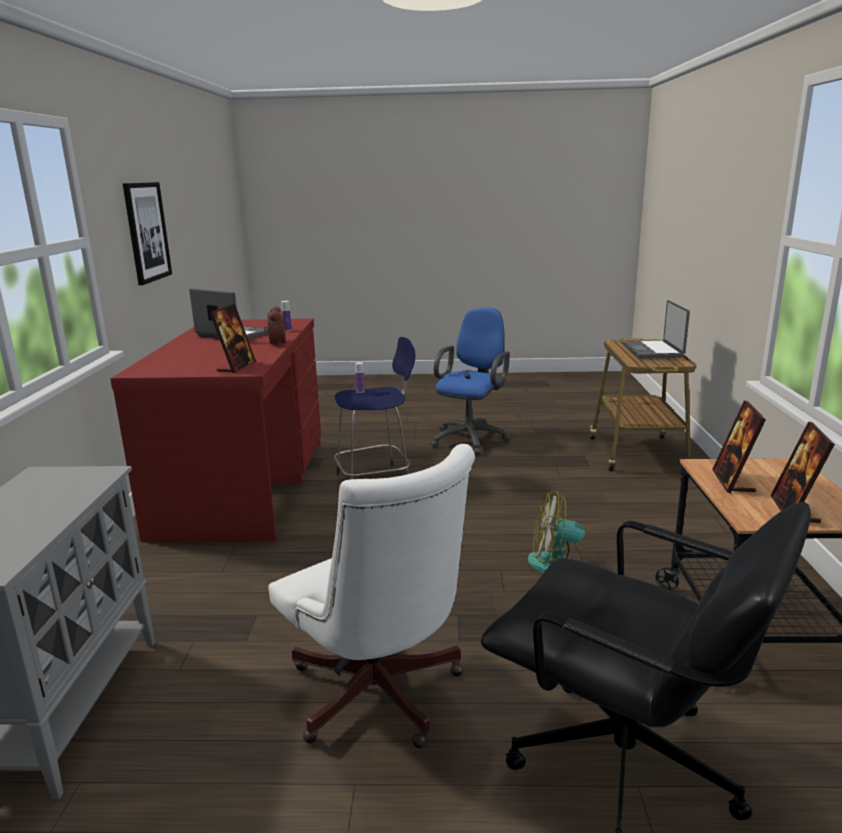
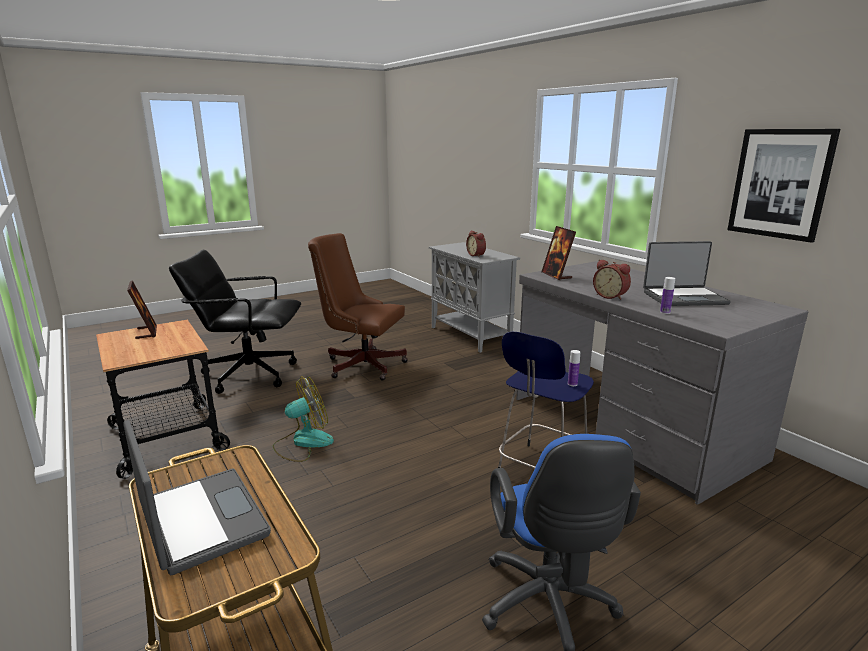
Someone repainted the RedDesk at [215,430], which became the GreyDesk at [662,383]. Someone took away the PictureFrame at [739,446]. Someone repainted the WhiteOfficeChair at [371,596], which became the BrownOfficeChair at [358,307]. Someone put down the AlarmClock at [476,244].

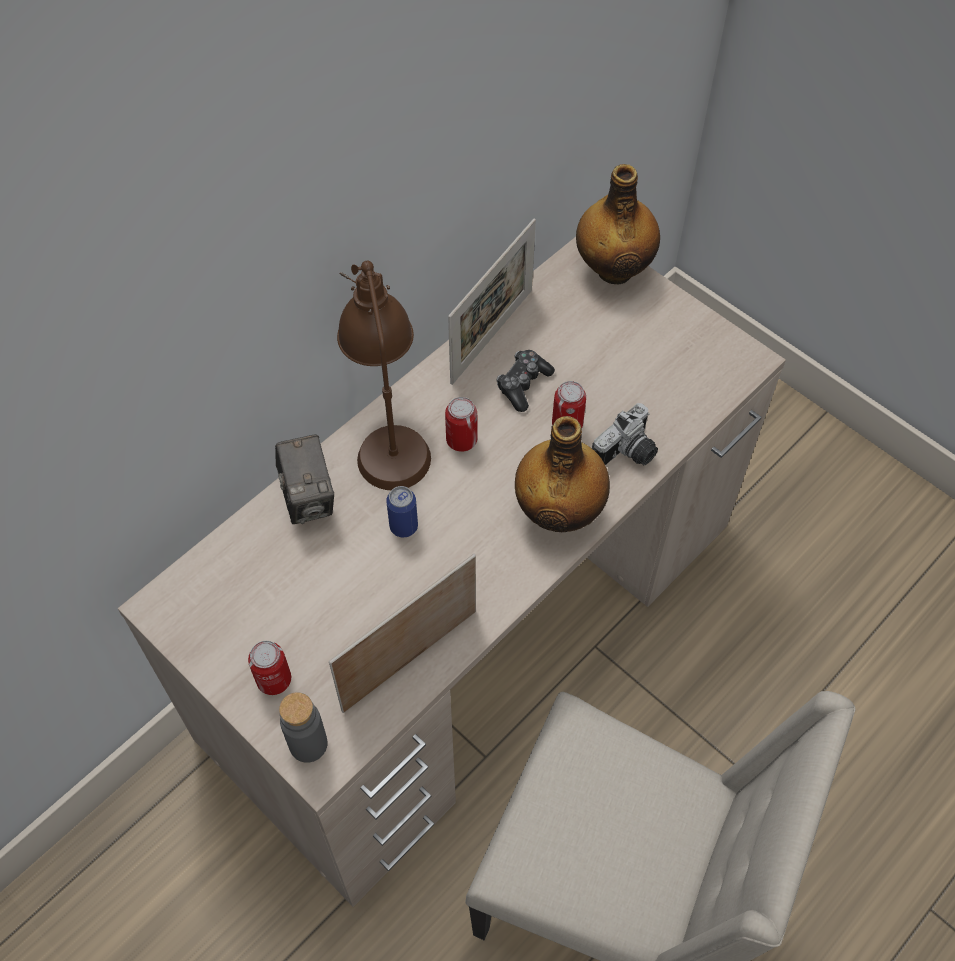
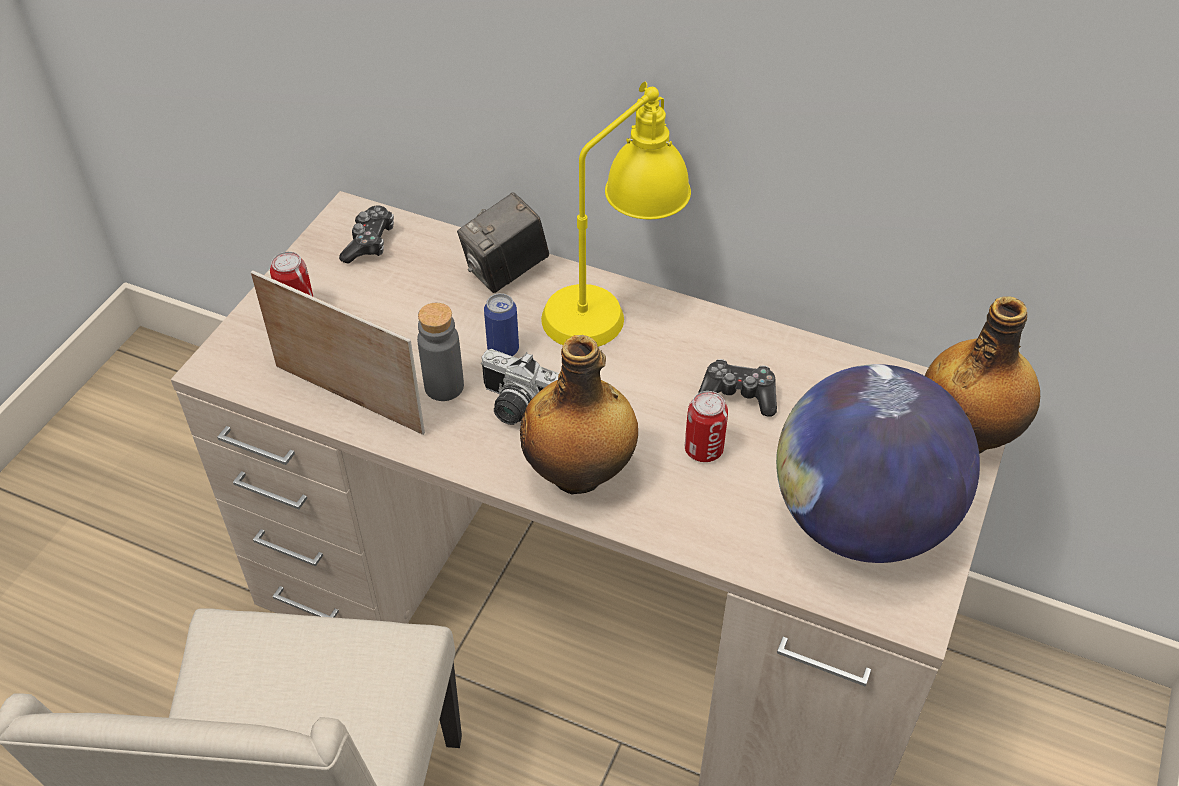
Someone took away the PictureFrame at [492,302]. Someone repainted the BrownTableLamp at [384,375], which became the YellowTableLamp at [616,214]. Someone took away the Can at [461,424]. Someone carried the PhotoCamera from [625,434] to [520,387]. Someone carried the GreyBottle from [303,727] to [440,352]. Someone put down the GameController at [366,235]. Someone put down the Globe at [878,463].

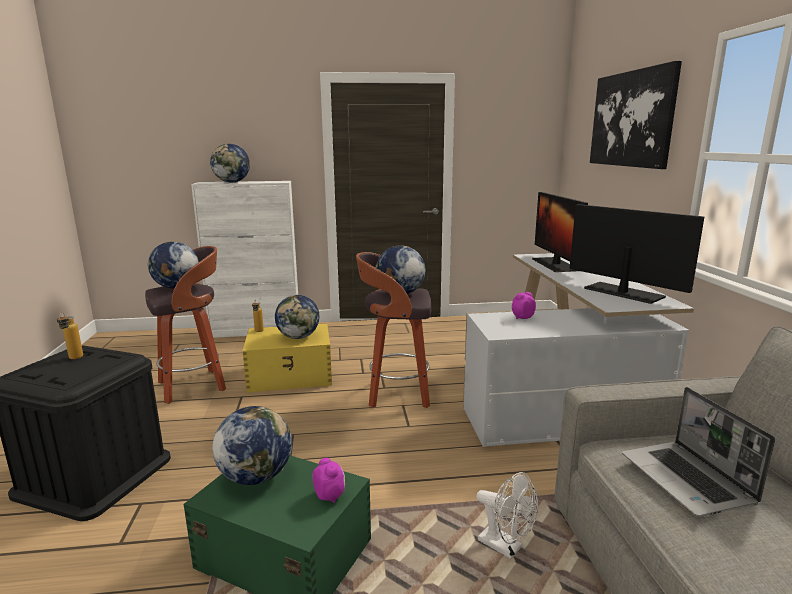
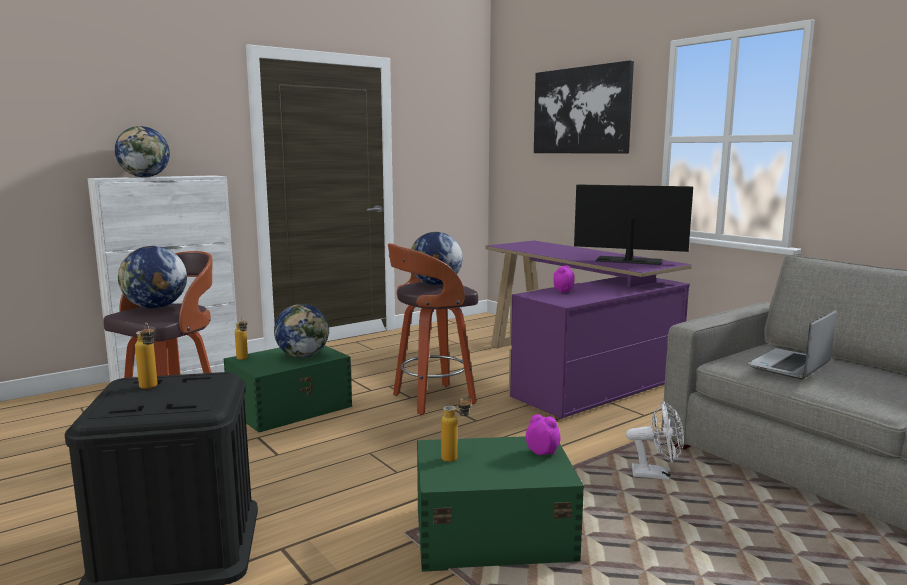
Someone took away the Monitor at [560,232]. Someone repainted the WhiteDesk at [578,350], which became the PurpleDesk at [588,330]. Someone repainted the YellowStorageBox at [287,358], which became the GreenStorageBox at [288,389]. Someone rotated the Laptop at [698,452] by 90 degrees clockwise. Someone swapped the Globe at [252,445] for the Bottle at [456,429].

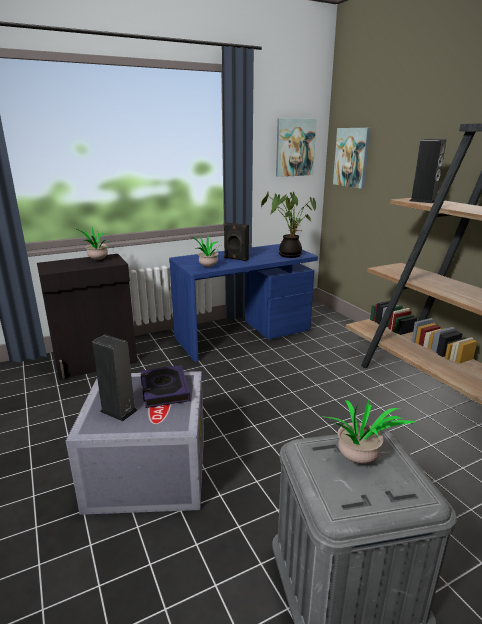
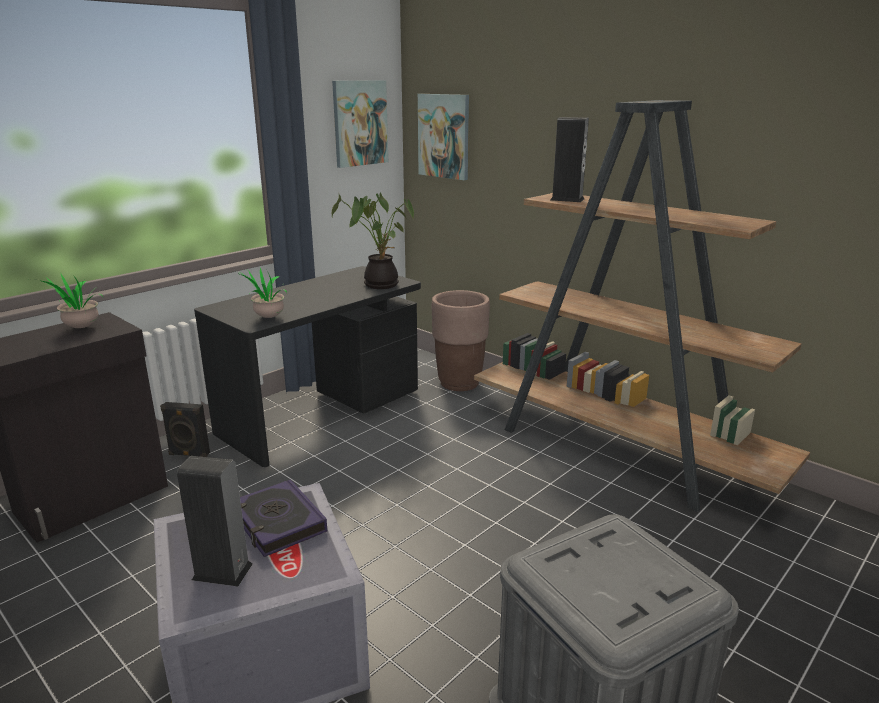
Someone carried the BlackSpeaker from [236,242] to [185,429]. Someone repainted the BlueDesk at [243,303], which became the BlackDesk at [307,366]. Someone took away the PottedPlant at [369,432]. Someone put down the BrownPlanter at [461,340].

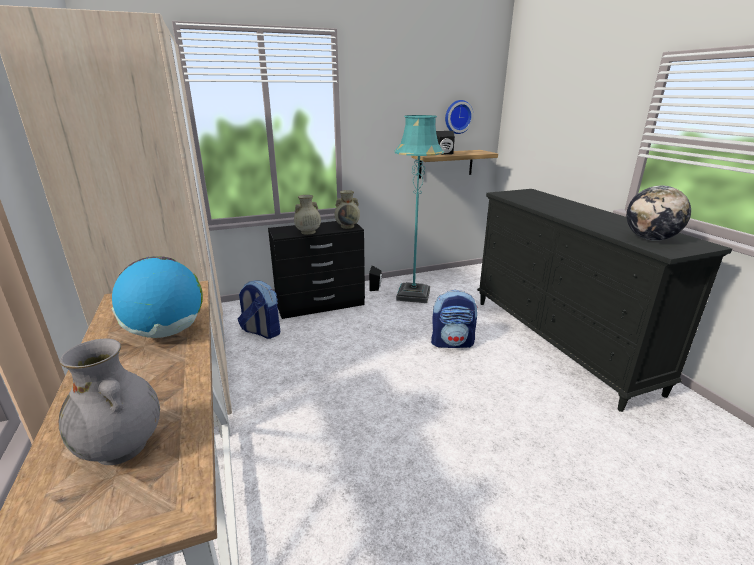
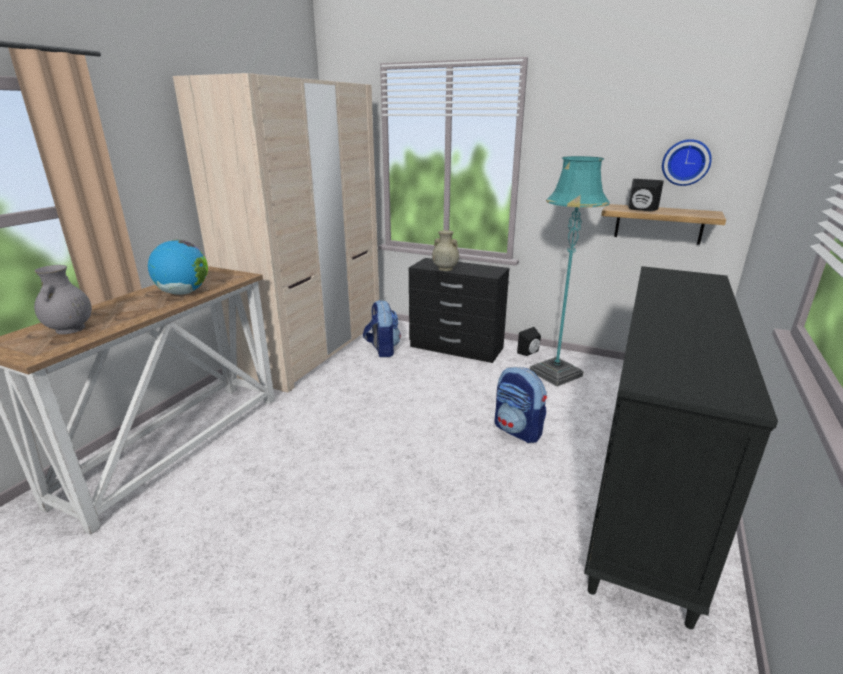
Someone took away the Globe at [658,213]. Someone took away the BeigeVase at [347,209].

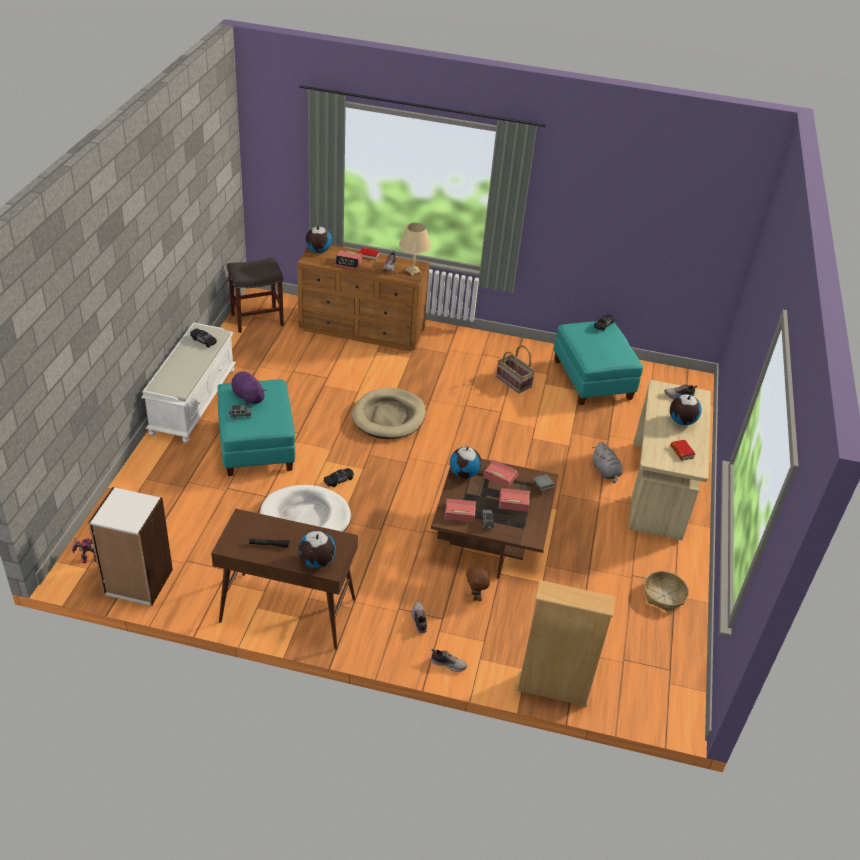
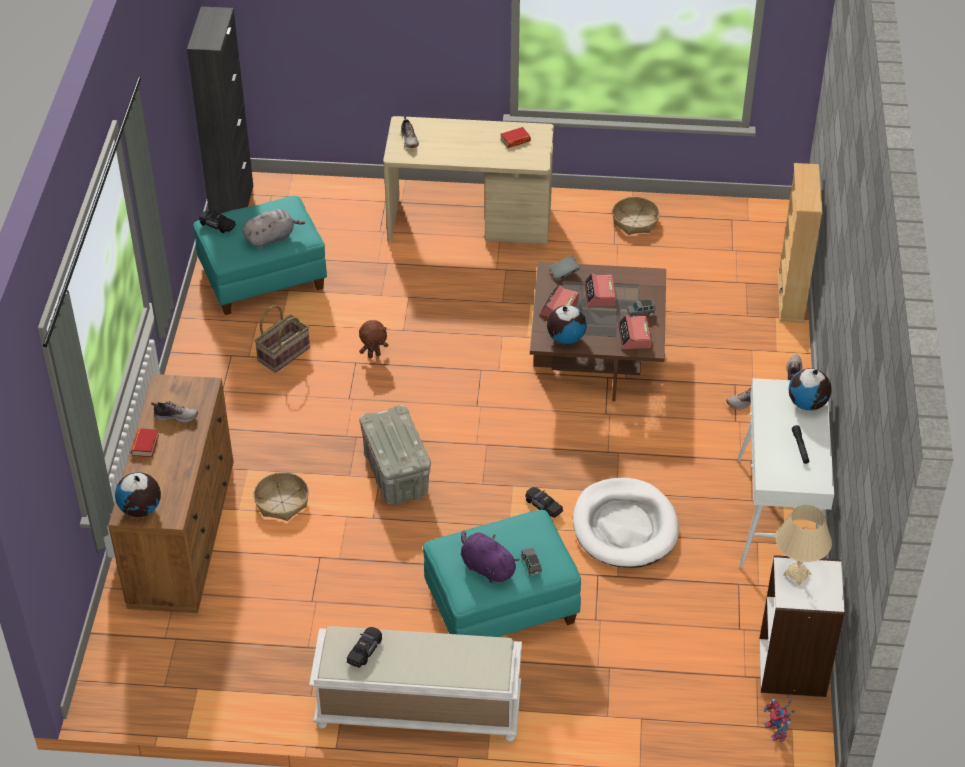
Someone carried the BeigeTableLamp from [415,249] to [804,545]. Someone took away the AlarmClock at [349,260]. Someone took away the GreyStool at [255,295]. Someone rotated the PurplePlushToy at [248,388] by 90 degrees clockwise. Someone swapped the BeigeDogBed at [389,413] for the GreyStorageBox at [395,454]. Someone took away the Globe at [686,409]. Someone carried the GreyPlushToy from [607,462] to [274,228]. Someone repainted the BrownConsoleTable at [284,579], which became the WhiteConsoleTable at [785,473]. Someone carried the BrownPlushToy from [478,583] to [373,339]. Someone put down the BlackCabinet at [220,110]. Someone put down the Basket at [281,496].

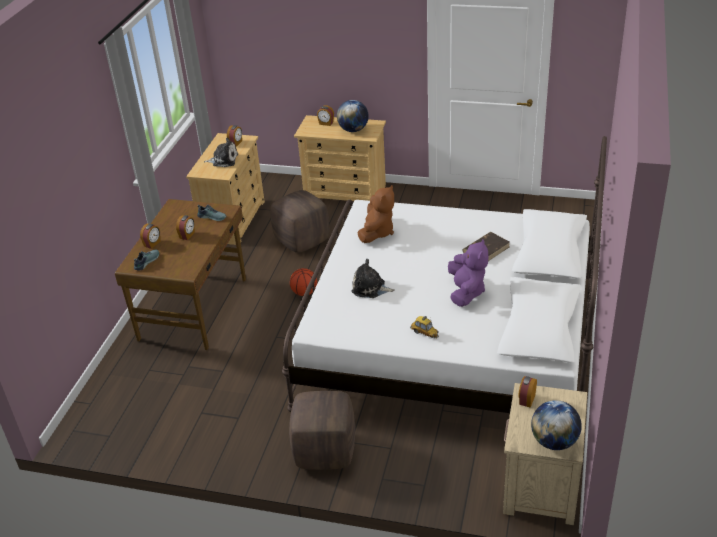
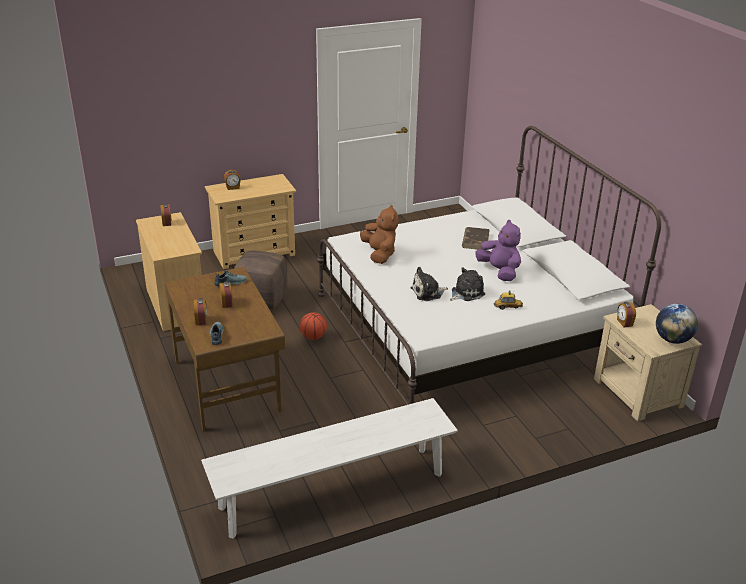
Someone took away the Globe at [353,116]. Someone carried the PlushToy from [221,152] to [467,284]. Someone took away the BrownOttoman at [322,430]. Someone put down the WhiteBench at [329,468].

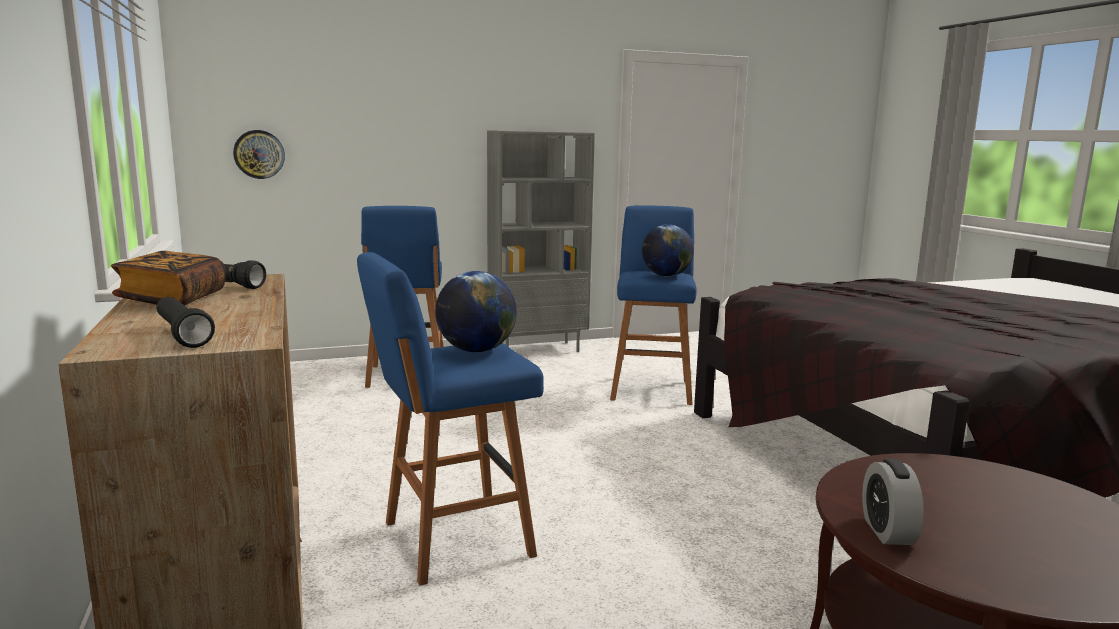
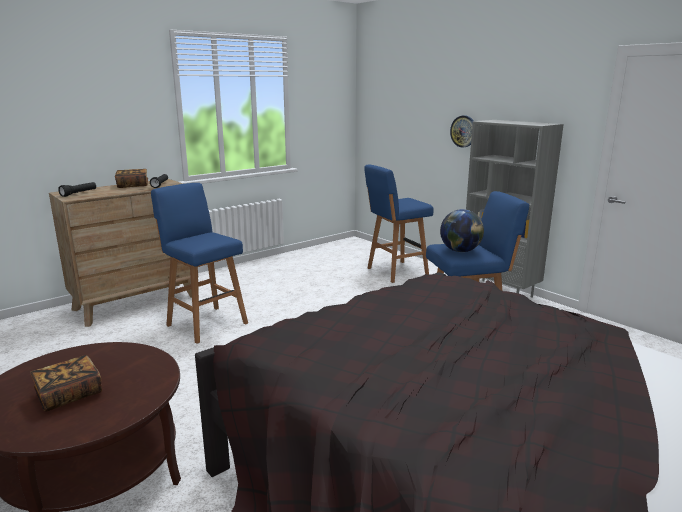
Someone carried the WallClock from [259,154] to [462,131]. Someone took away the Globe at [476,311]. Someone took away the AlarmClock at [893,502]. Someone put down the Book at [66,383].

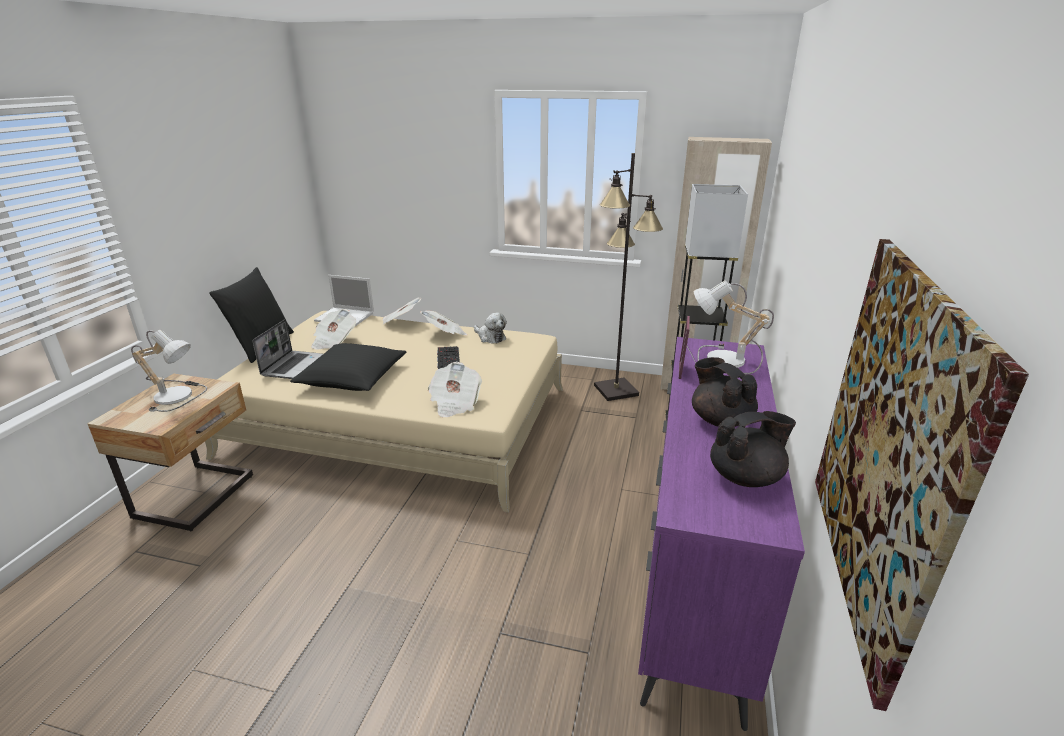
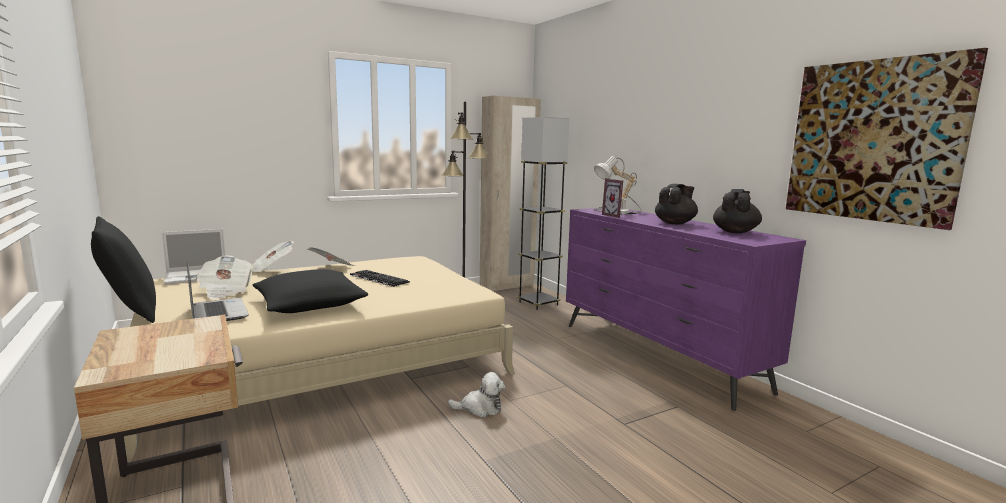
Someone carried the PlushToy from [490,328] to [476,395]. Someone took away the TableLamp at [169,370]. Someone rotated the BlackTeapot at [725,392] by 120 degrees clockwise. Someone took away the Newspaper at [455,389].

